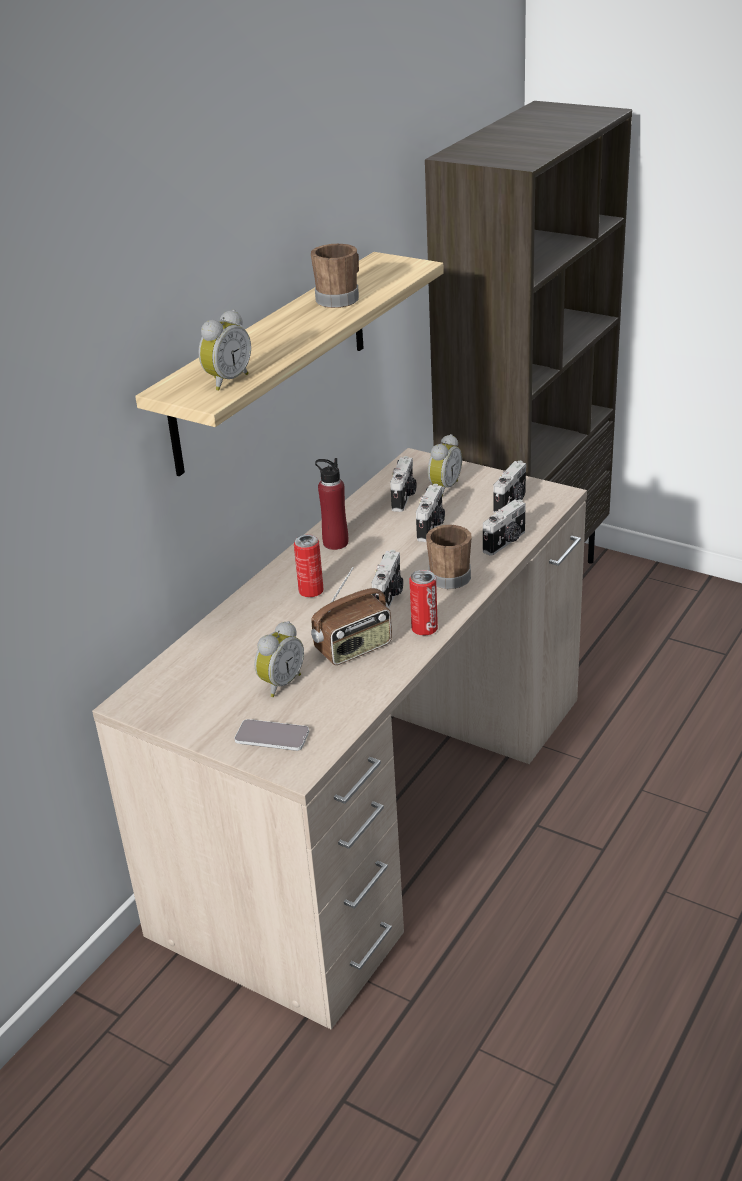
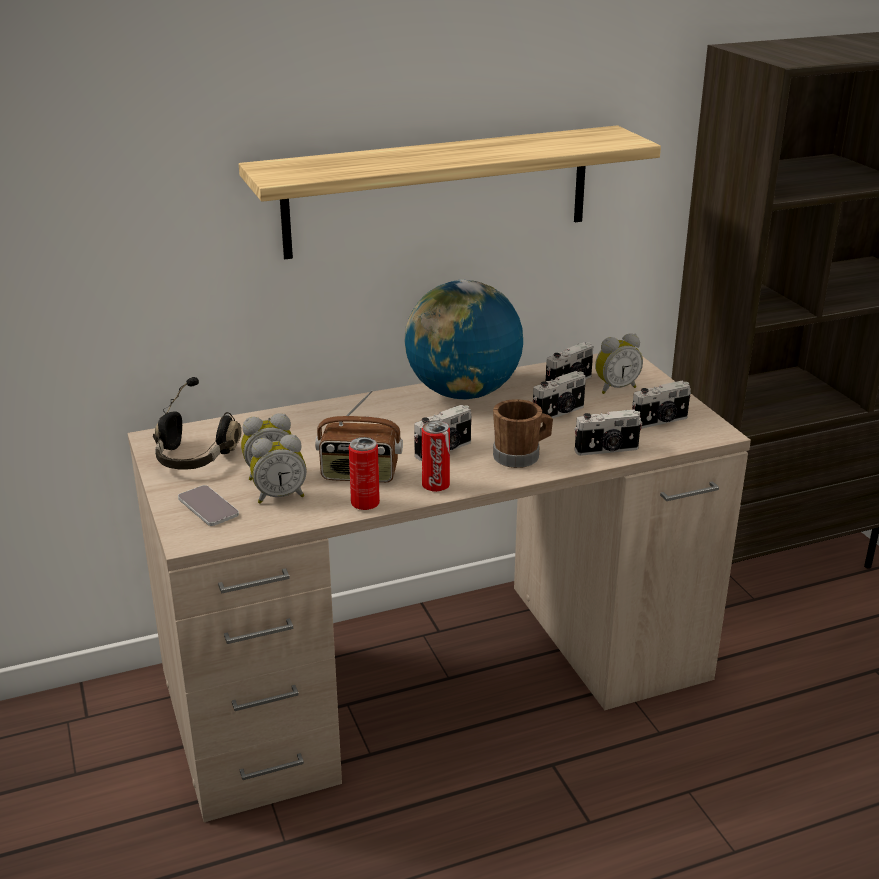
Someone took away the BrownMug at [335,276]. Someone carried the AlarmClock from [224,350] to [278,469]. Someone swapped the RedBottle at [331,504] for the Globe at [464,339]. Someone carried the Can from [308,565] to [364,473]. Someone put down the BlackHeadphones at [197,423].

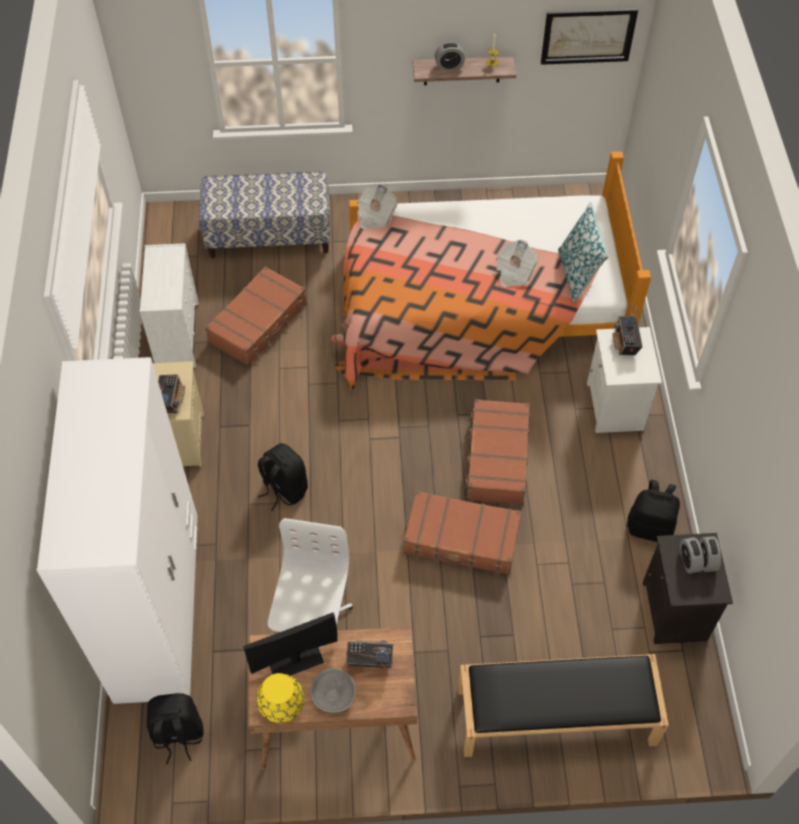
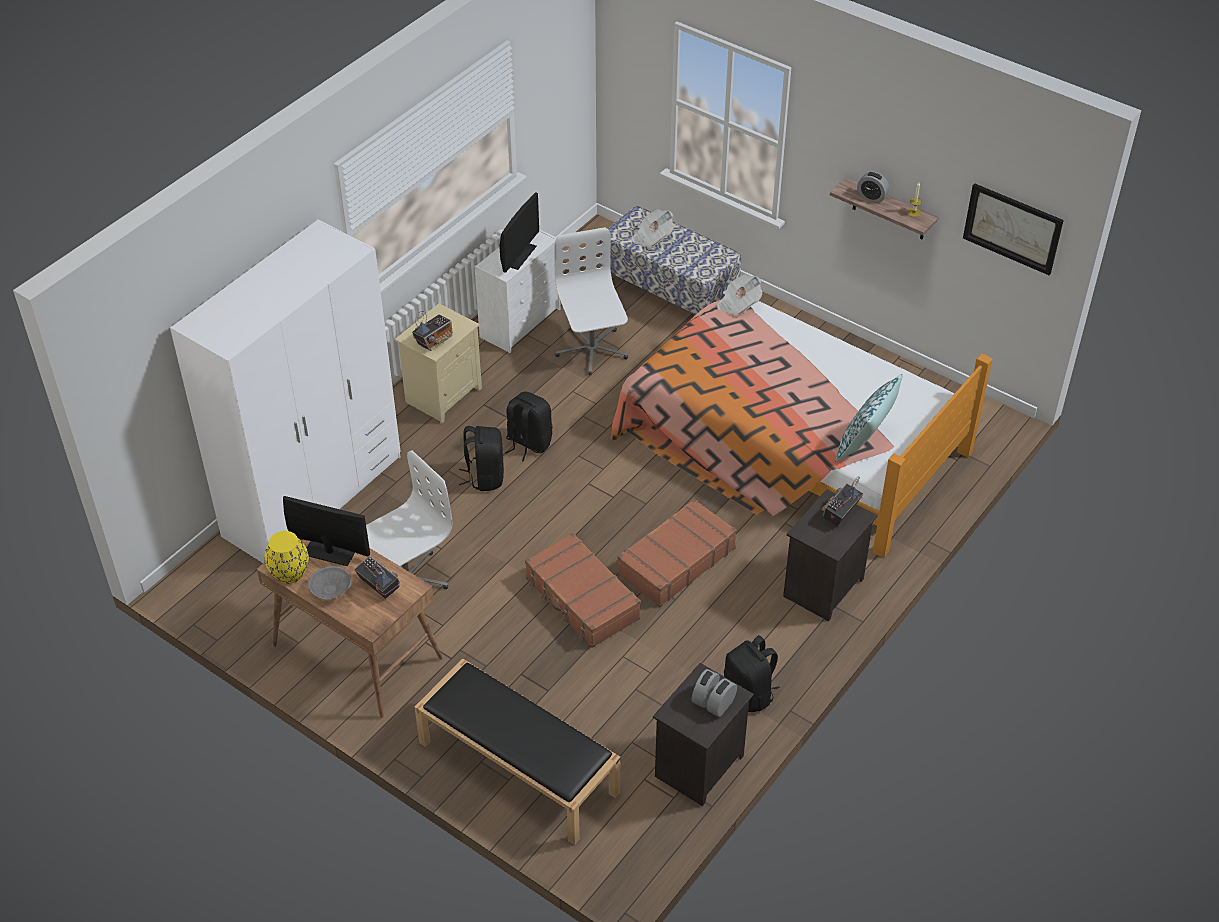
Someone carried the Newspaper from [517,263] to [652,229]. Someone swapped the BrownSuitcase at [256,316] for the WhiteOfficeChair at [591,301]. Someone repainted the WhiteNightstand at [624,380], which became the BlackNightstand at [830,555]. Someone carried the BlackBackpack from [175,728] to [529,427]. Someone put down the Monitor at [519,233].

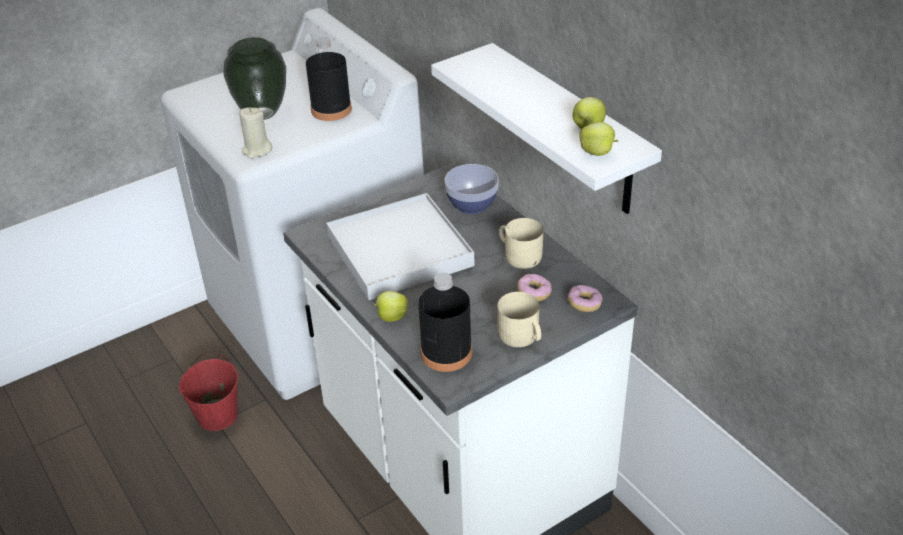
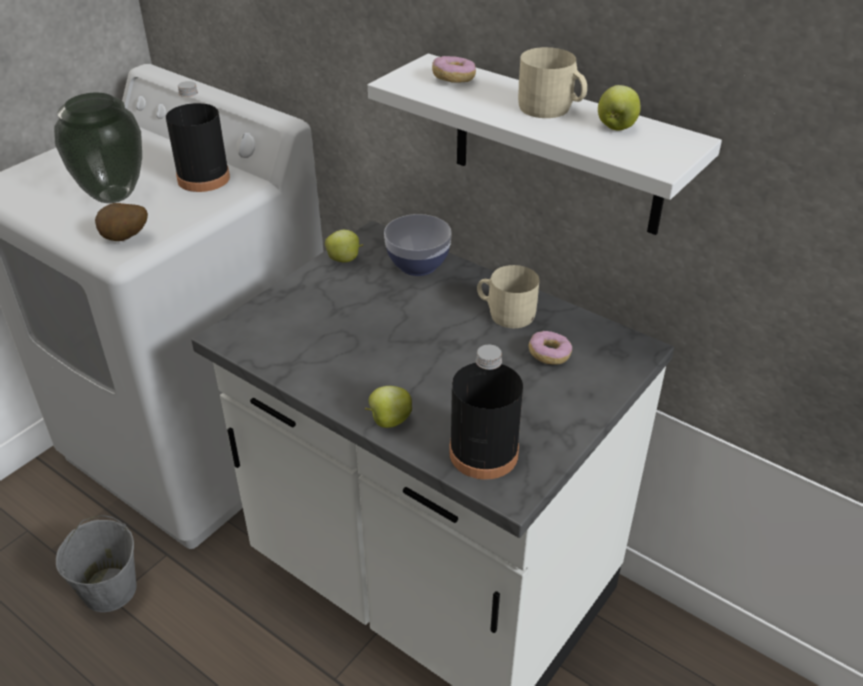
Someone swapped the BeigeCandle at [255,133] for the Potato at [121,222]. Someone carried the Apple from [599,139] to [344,246]. Someone took away the WhiteTray at [400,246]. Someone carried the Donut from [585,298] to [454,69]. Someone carried the BeigeMug from [519,319] to [552,82]. Someone repainted the RedBucket at [208,392], which became the GreyBucket at [96,563].

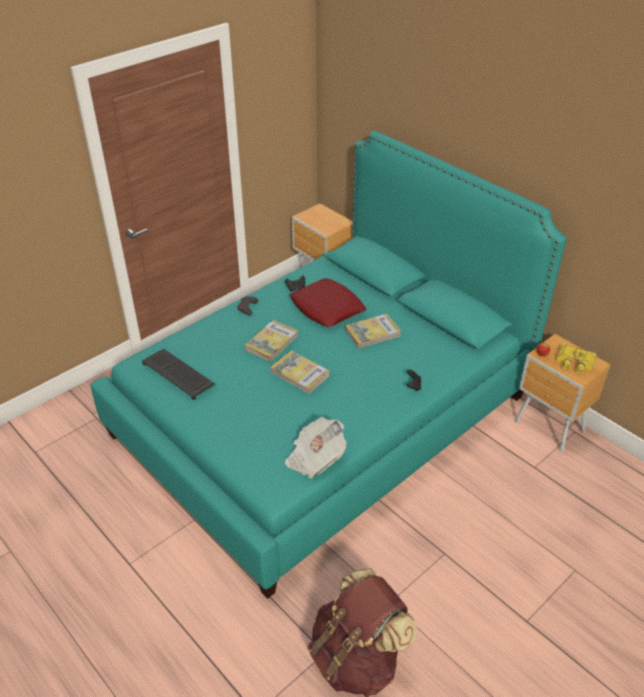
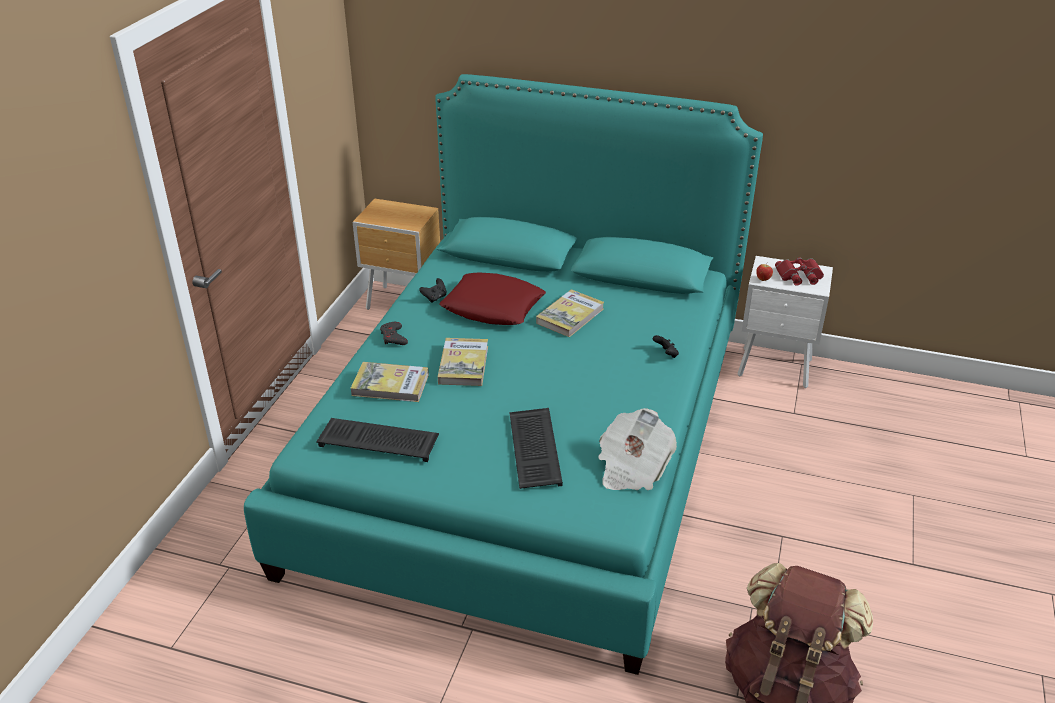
Someone repainted the BrownNightstand at [563,393], which became the WhiteNightstand at [785,322]. Someone repainted the YellowBinoculars at [576,358], which became the RedBinoculars at [799,271]. Someone carried the Book from [300,372] to [389,382]. Someone put down the Keyboard at [536,448].

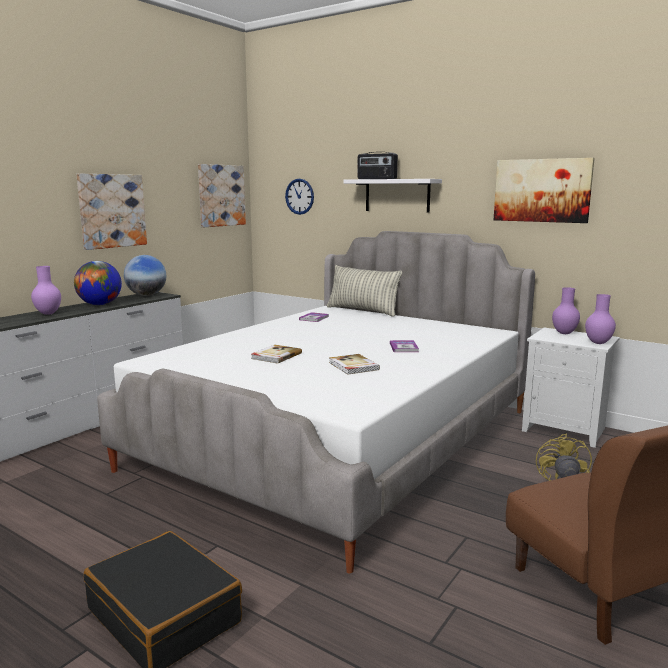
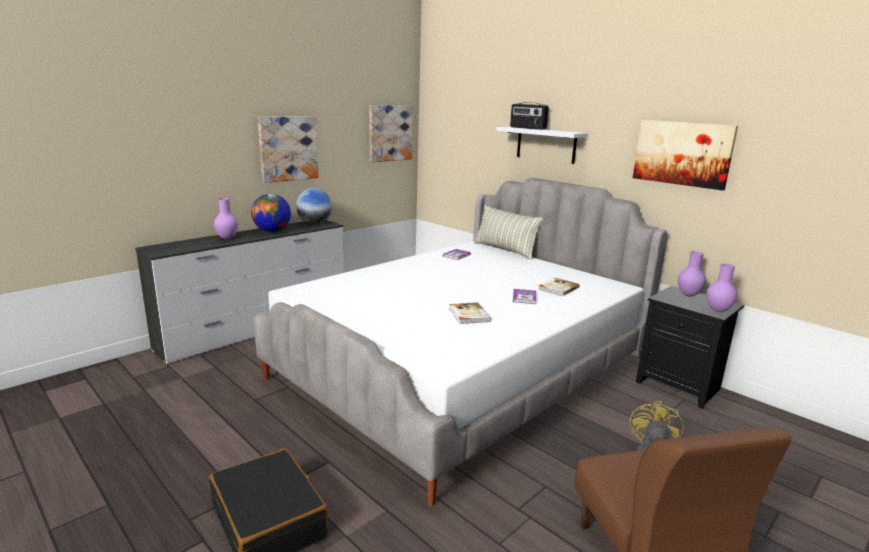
Someone took away the WallClock at [299,197]. Someone repainted the WhiteNightstand at [571,388], which became the BlackNightstand at [690,347]. Someone carried the Book from [276,354] to [559,287].

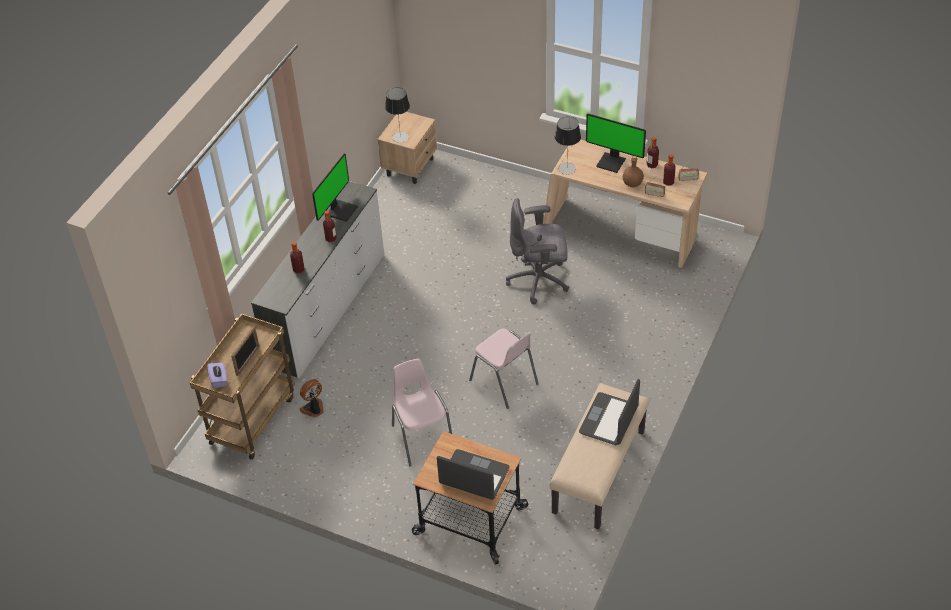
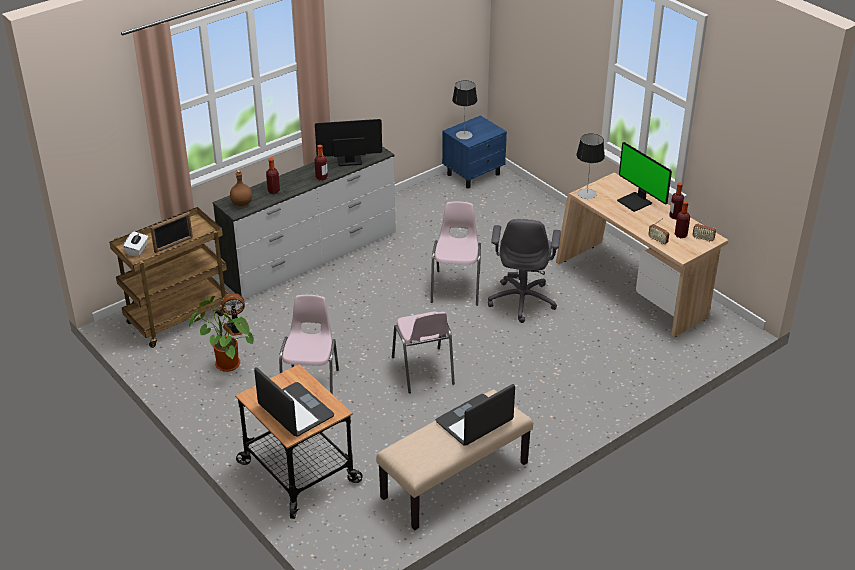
Someone repainted the BeigeNightstand at [407,148], which became the BlueNightstand at [474,152]. Someone rotated the Monitor at [335,188] by 150 degrees counterclockwise. Someone carried the BrownBottle from [633,171] to [241,188]. Someone rotated the GreyOfficeChair at [537,251] by 105 degrees counterclockwise. Someone repainted the PurpleTissueBox at [217,376], which became the WhiteTissueBox at [136,244]. Someone put down the PinkChair at [456,253]. Someone put down the PottedPlant at [221,334].

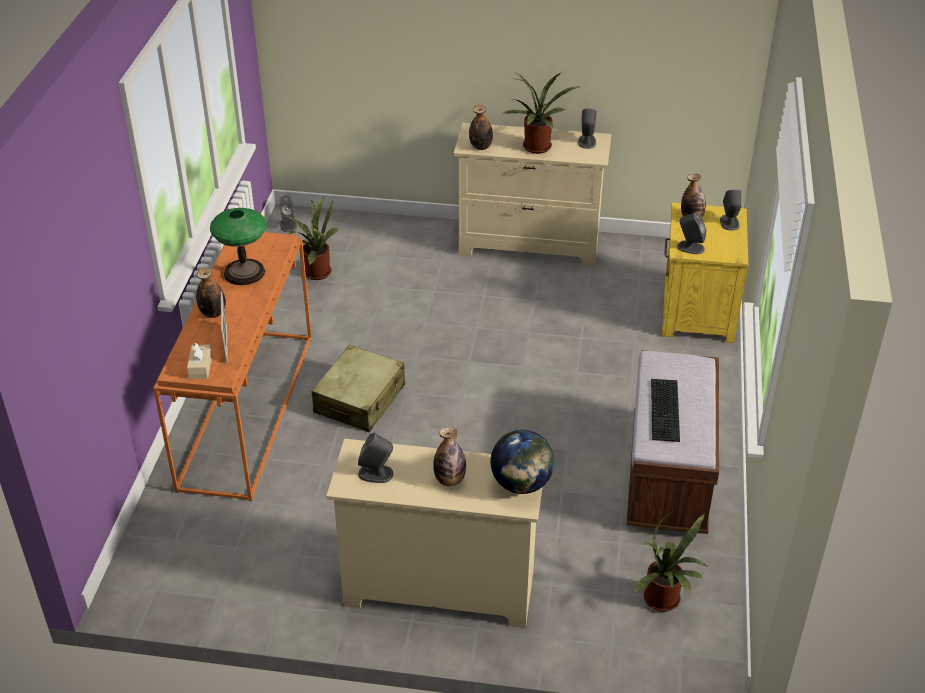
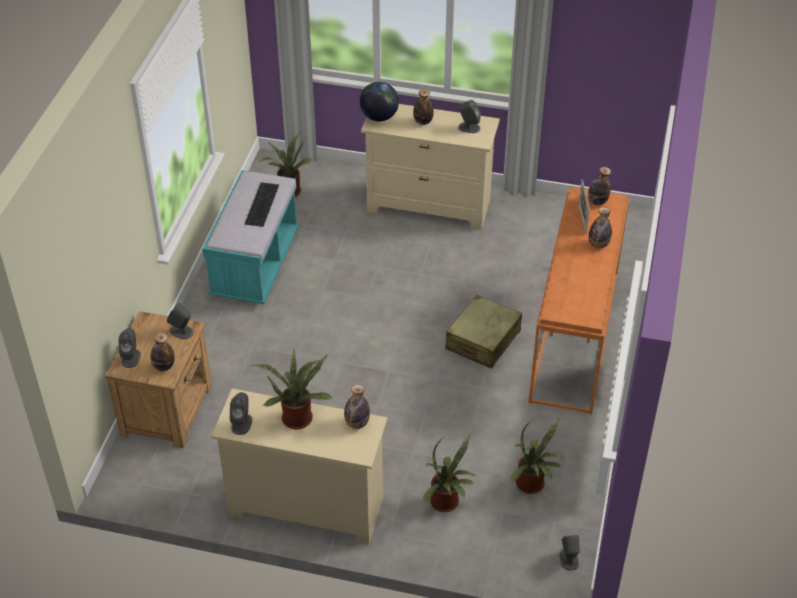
Someone repainted the YellowNightstand at [705,272], which became the BrownNightstand at [158,379]. Someone took away the TableLamp at [238,246]. Someone swapped the BeigeTissueBox at [199,361] for the Bottle at [599,186]. Someone repainted the BrownBench at [672,442], which became the TurquoiseBench at [250,237]. Someone put down the PottedPlant at [449,473].

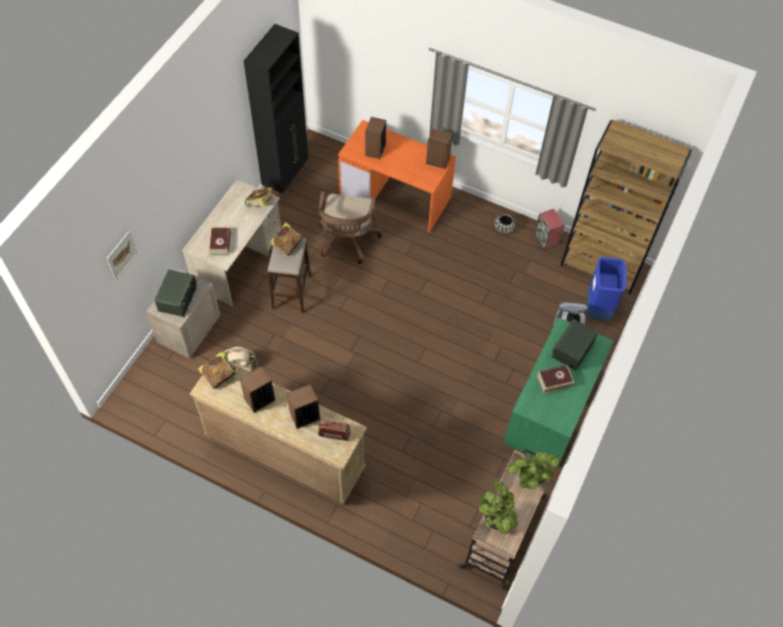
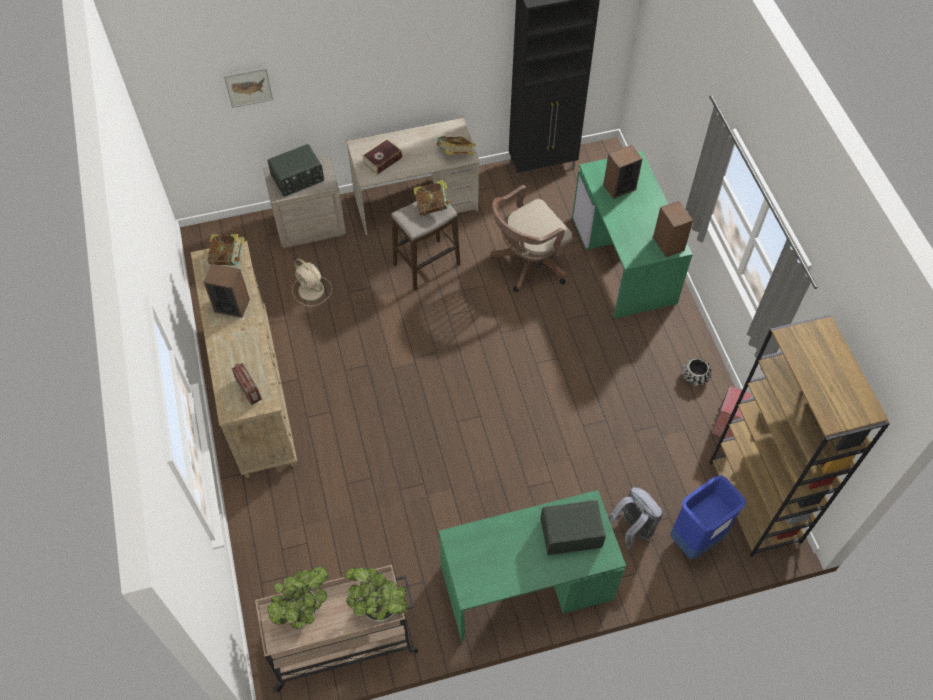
Someone repainted the OrangeDesk at [397,176], which became the GreenDesk at [632,234]. Someone took away the Book at [555,379]. Someone took away the Speaker at [303,406].

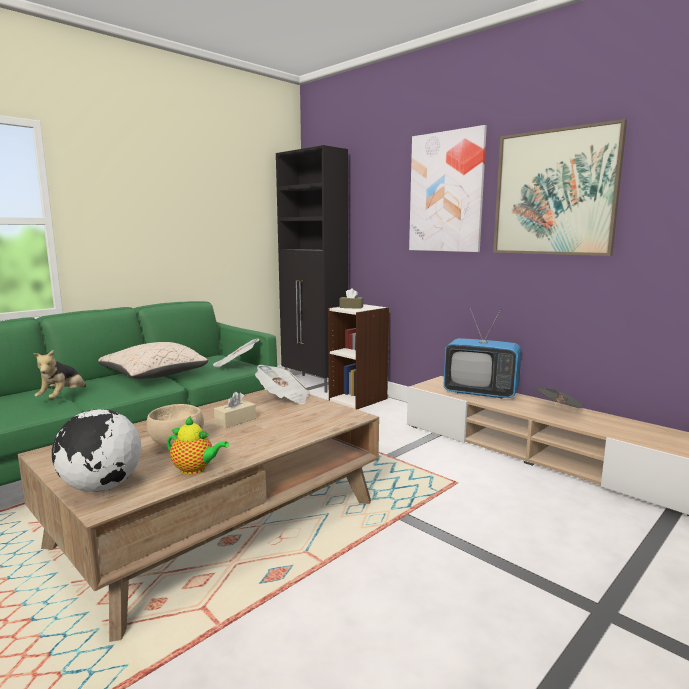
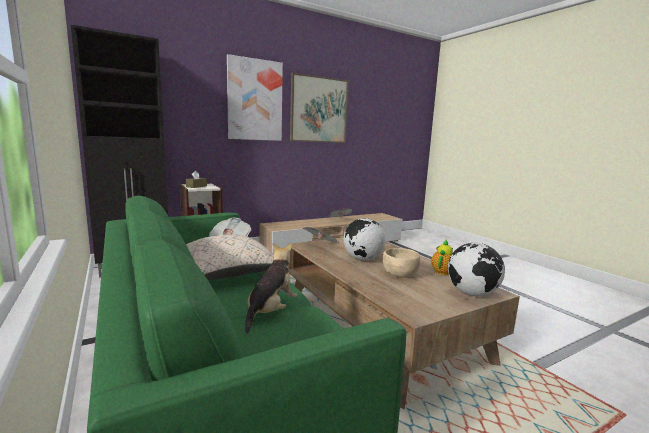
Someone took away the Television at [483,353]. Someone rotated the PlushToy at [60,374] by 90 degrees counterclockwise. Someone swapped the BeigeTissueBox at [235,410] for the Globe at [365,239].

